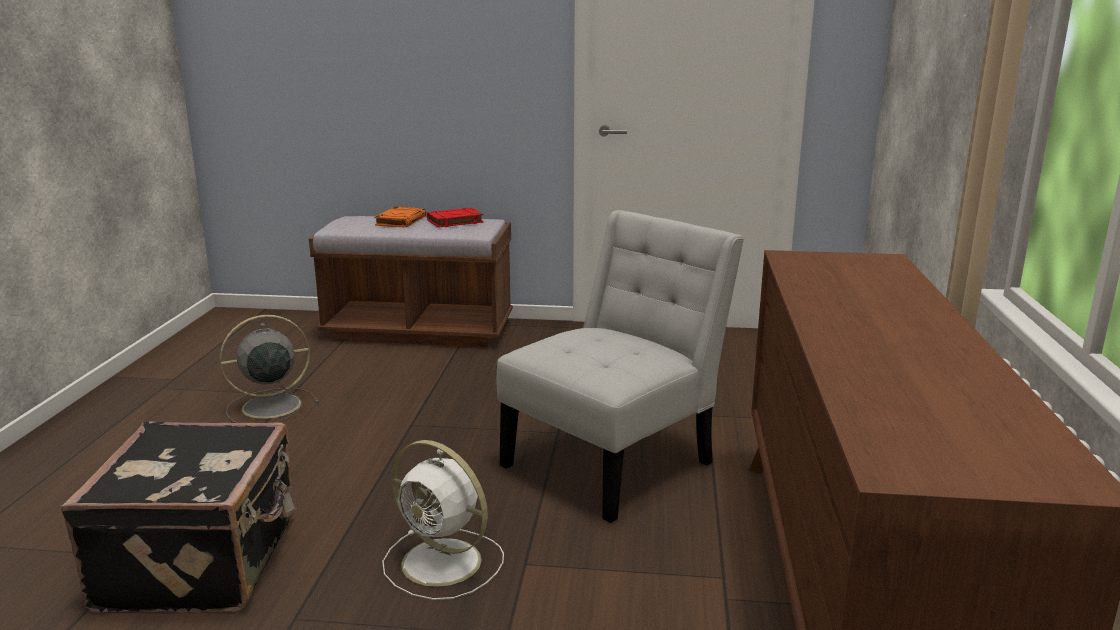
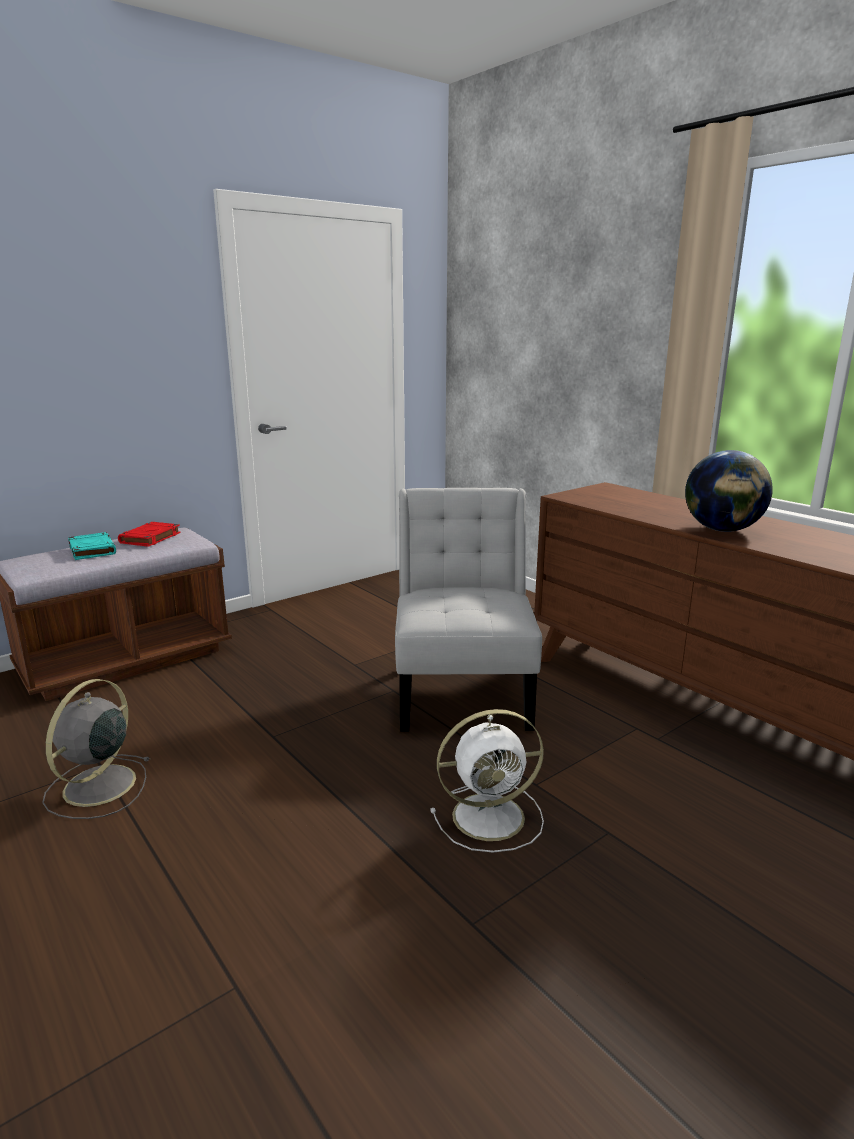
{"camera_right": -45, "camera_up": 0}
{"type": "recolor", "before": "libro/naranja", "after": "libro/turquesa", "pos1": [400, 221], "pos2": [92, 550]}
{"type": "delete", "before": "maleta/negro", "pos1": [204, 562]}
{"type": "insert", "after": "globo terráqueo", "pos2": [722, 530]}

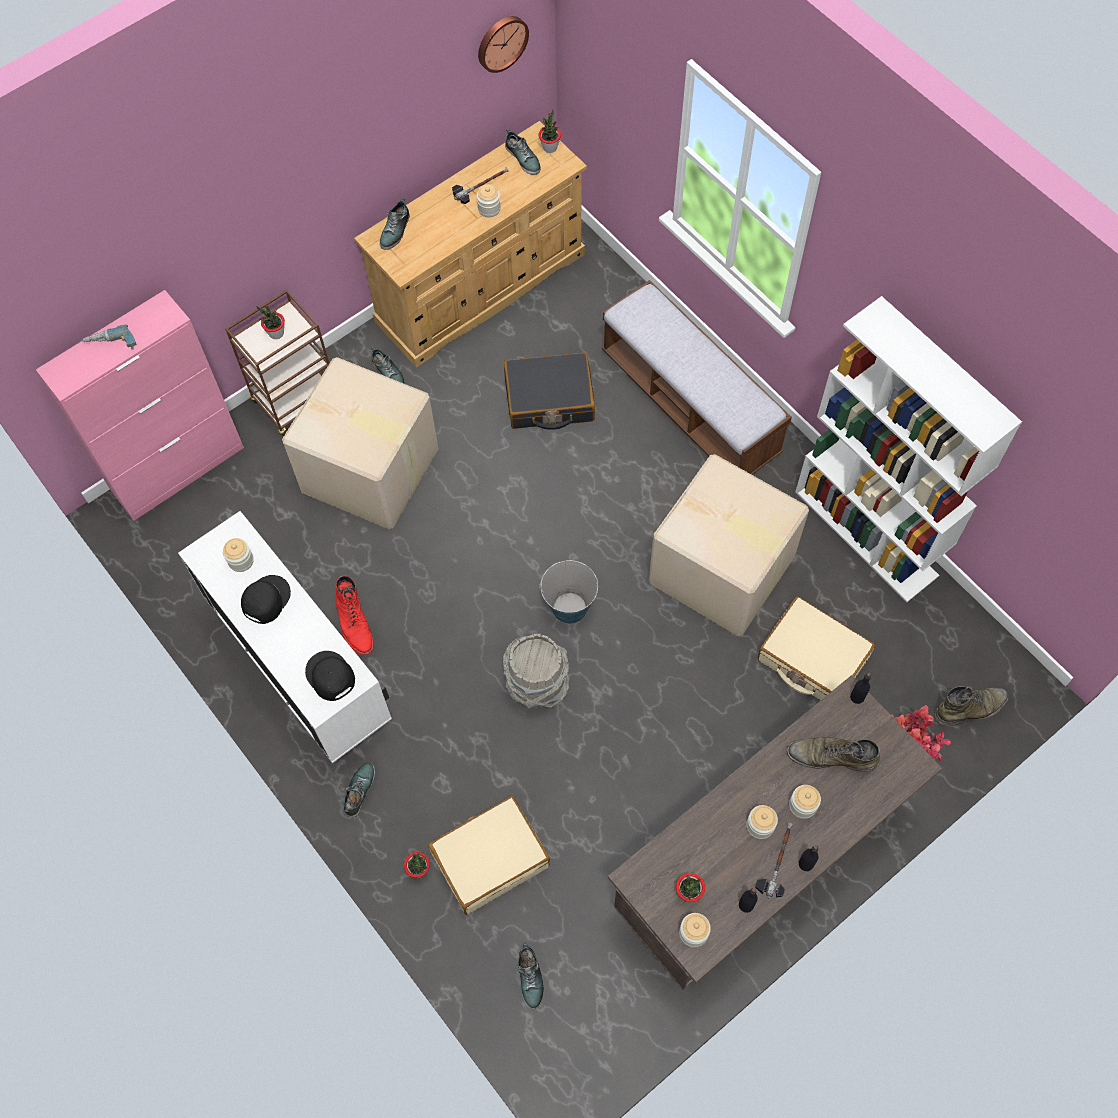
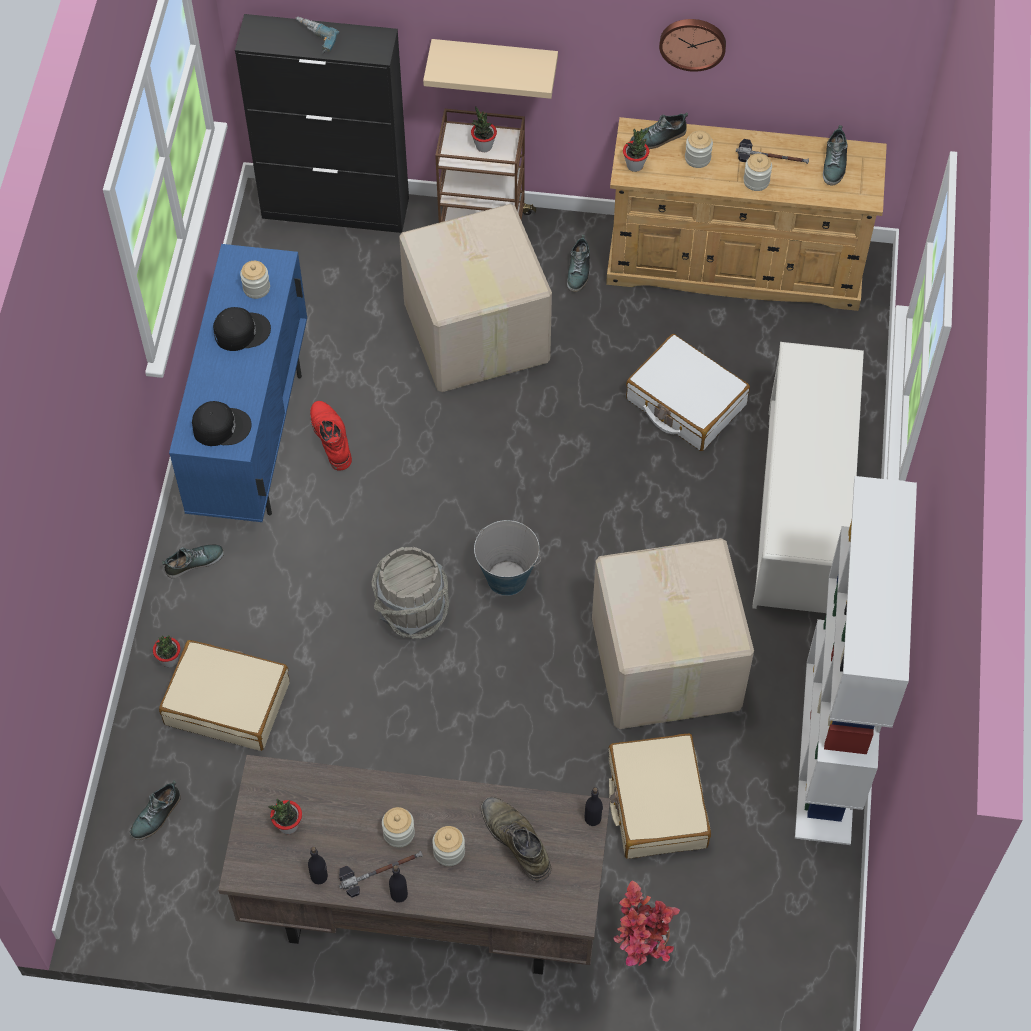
{"camera_right": 45, "camera_up": -5}
{"type": "move", "before": "reloj de pared", "pos1": [501, 42], "pos2": [693, 42]}
{"type": "move", "before": "planta en maceta", "pos1": [550, 147], "pos2": [635, 165]}
{"type": "replace", "before": "banco", "after": "zapatero/blanco", "pos1": [690, 404], "pos2": [801, 510]}
{"type": "recolor", "before": "armario/rosa", "after": "armario/negro", "pos1": [179, 469], "pos2": [336, 208]}
{"type": "recolor", "before": "maleta/negro", "after": "maleta/blanco", "pos1": [549, 399], "pos2": [685, 402]}
{"type": "recolor", "before": "armario/blanco", "after": "armario/azul", "pos1": [303, 673], "pos2": [253, 440]}
{"type": "rotate", "before": "bota/rojo", "pos1": [354, 623], "pos2": [331, 437], "turn": 135}
{"type": "rotate", "before": "gorra/negro", "pos1": [329, 676], "pos2": [221, 426], "turn": 75}
{"type": "delete", "before": "bota/verde", "pos1": [970, 708]}
{"type": "move", "before": "tarro", "pos1": [693, 933], "pos2": [697, 158]}
{"type": "insert", "after": "estante/beis", "pos2": [494, 61]}

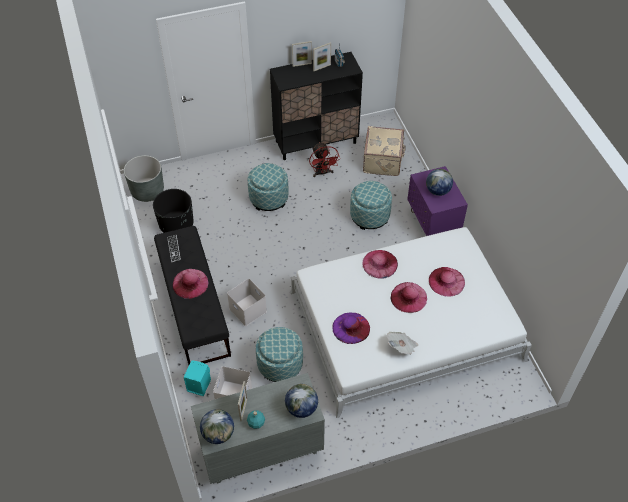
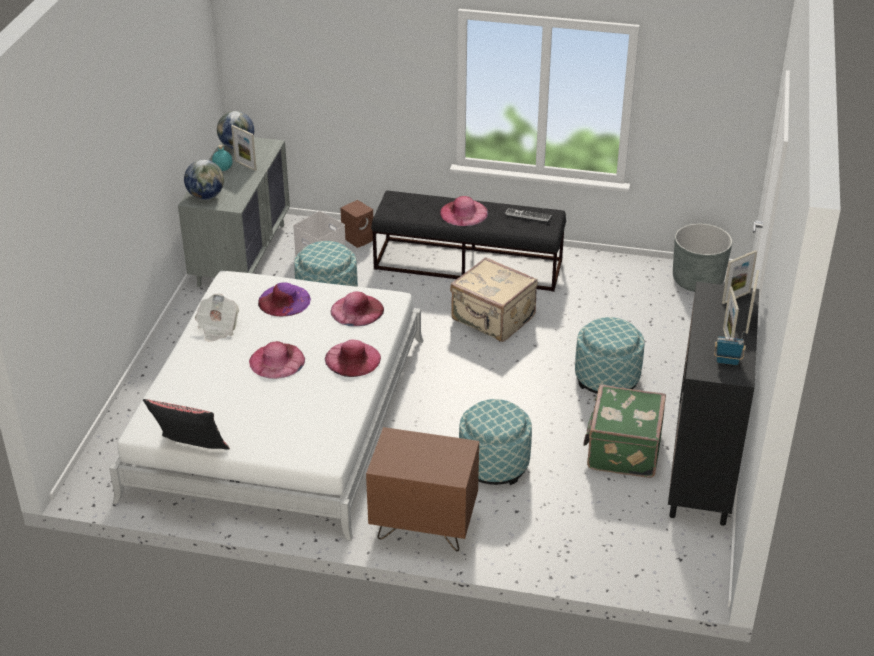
{"camera_right": 120, "camera_up": -15}
{"type": "move", "before": "maleta/beis", "pos1": [383, 161], "pos2": [492, 319]}
{"type": "replace", "before": "ventilador/rojo", "after": "maleta/verde", "pos1": [322, 173], "pos2": [622, 450]}
{"type": "recolor", "before": "mesita de noche/morado", "after": "mesita de noche/marrón", "pos1": [433, 223], "pos2": [423, 527]}
{"type": "delete", "before": "globo terráqueo", "pos1": [437, 191]}
{"type": "delete", "before": "maceta/negro", "pos1": [176, 225]}
{"type": "move", "before": "sombrero/rosa", "pos1": [446, 281], "pos2": [357, 310]}
{"type": "delete", "before": "caja de almacenaje/blanco", "pos1": [247, 310]}
{"type": "recolor", "before": "altavoz/turquesa", "after": "altavoz/marrón", "pos1": [198, 385], "pos2": [359, 238]}
{"type": "insert", "after": "portarretratos", "pos2": [736, 297]}
{"type": "insert", "after": "cojín/negro", "pos2": [190, 450]}

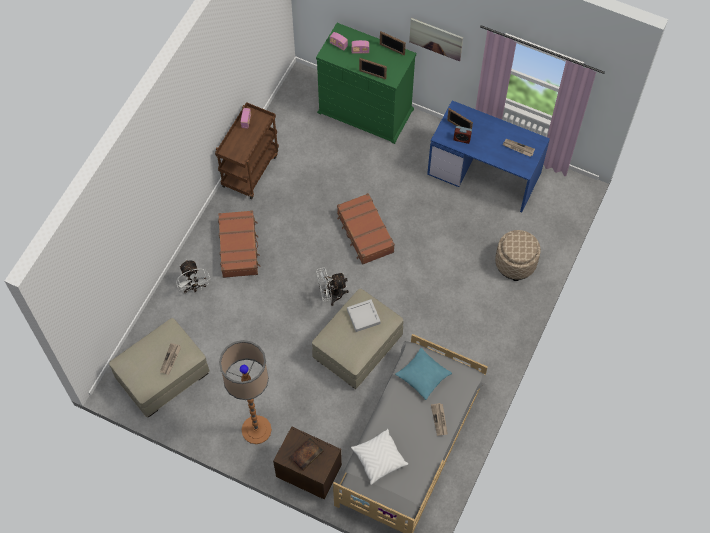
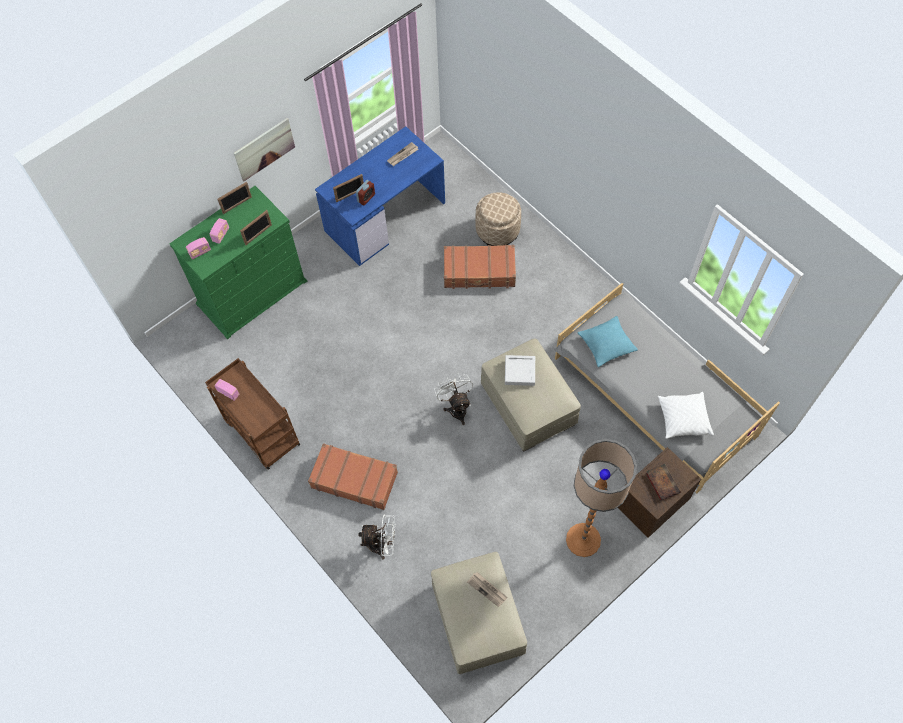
{"camera_right": -65, "camera_up": 0}
{"type": "move", "before": "maleta/marrón", "pos1": [365, 233], "pos2": [479, 272]}
{"type": "rotate", "before": "ventilador/blanco", "pos1": [331, 295], "pos2": [456, 407], "turn": 150}
{"type": "delete", "before": "periódico", "pos1": [439, 420]}

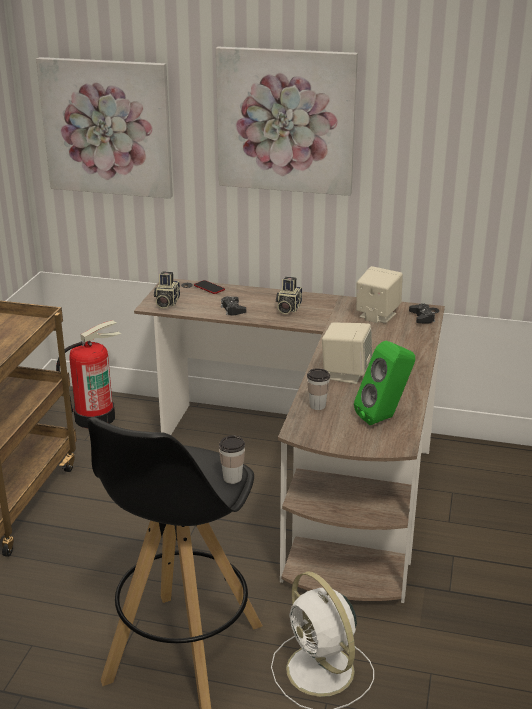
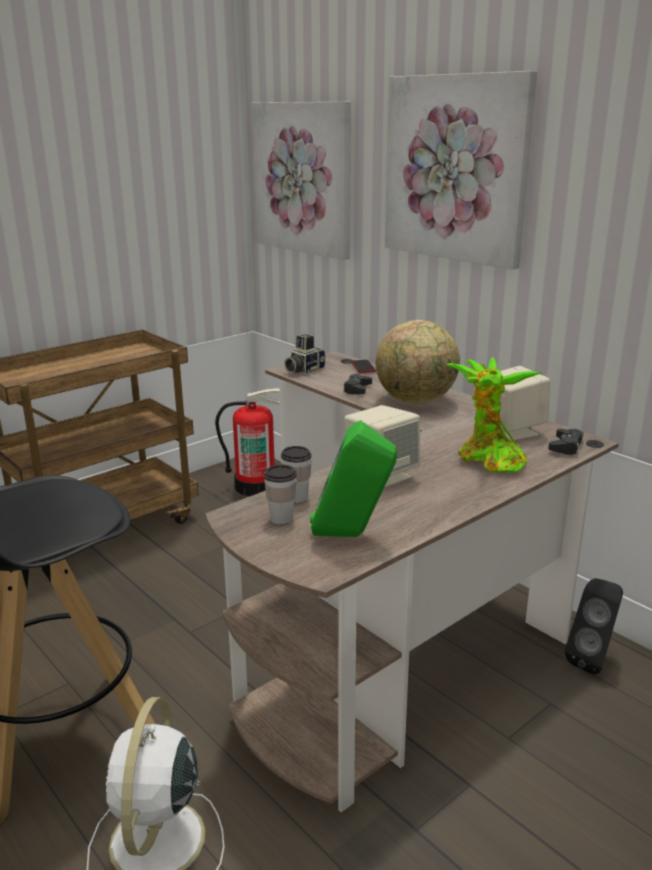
{"camera_right": 35, "camera_up": -5}
{"type": "replace", "before": "cámara", "after": "globo terráqueo", "pos1": [287, 308], "pos2": [416, 401]}
{"type": "move", "before": "taza", "pos1": [232, 478], "pos2": [281, 518]}
{"type": "insert", "after": "planta en maceta", "pos2": [488, 460]}
{"type": "insert", "after": "altavoz/negro", "pos2": [593, 659]}

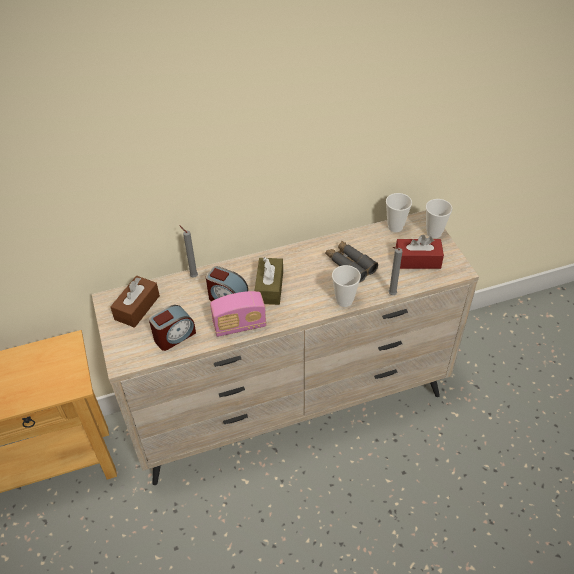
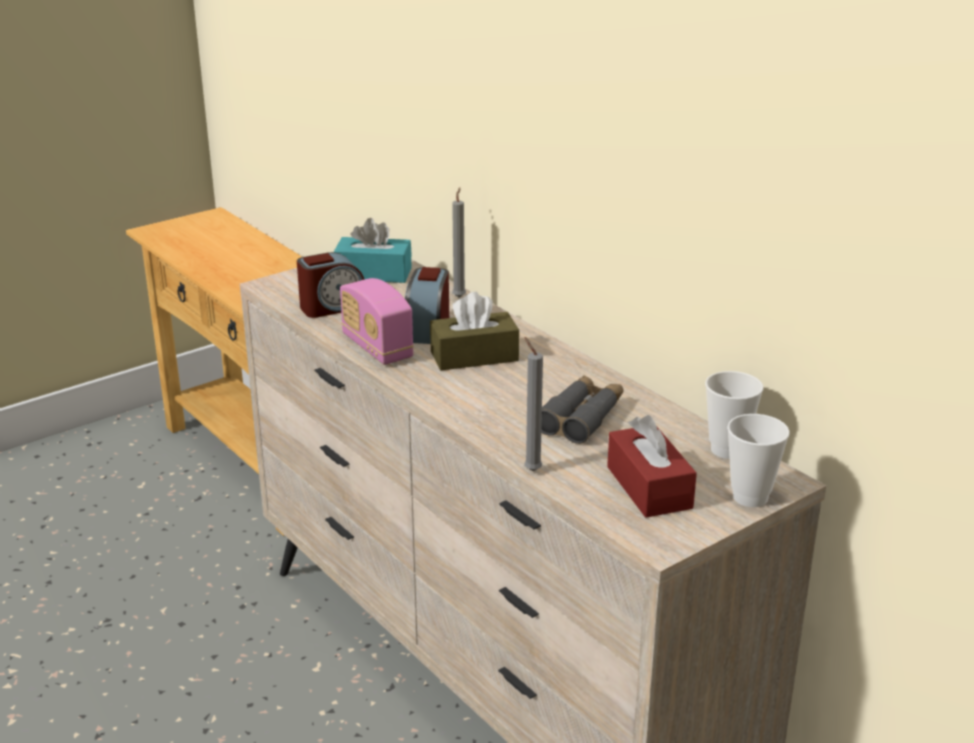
{"camera_right": 70, "camera_up": -20}
{"type": "delete", "before": "taza", "pos1": [344, 300]}
{"type": "recolor", "before": "caja de pañuelos/marrón", "after": "caja de pañuelos/turquesa", "pos1": [137, 307], "pos2": [373, 274]}
{"type": "rotate", "before": "despertador", "pos1": [174, 336], "pos2": [332, 307], "turn": -60}

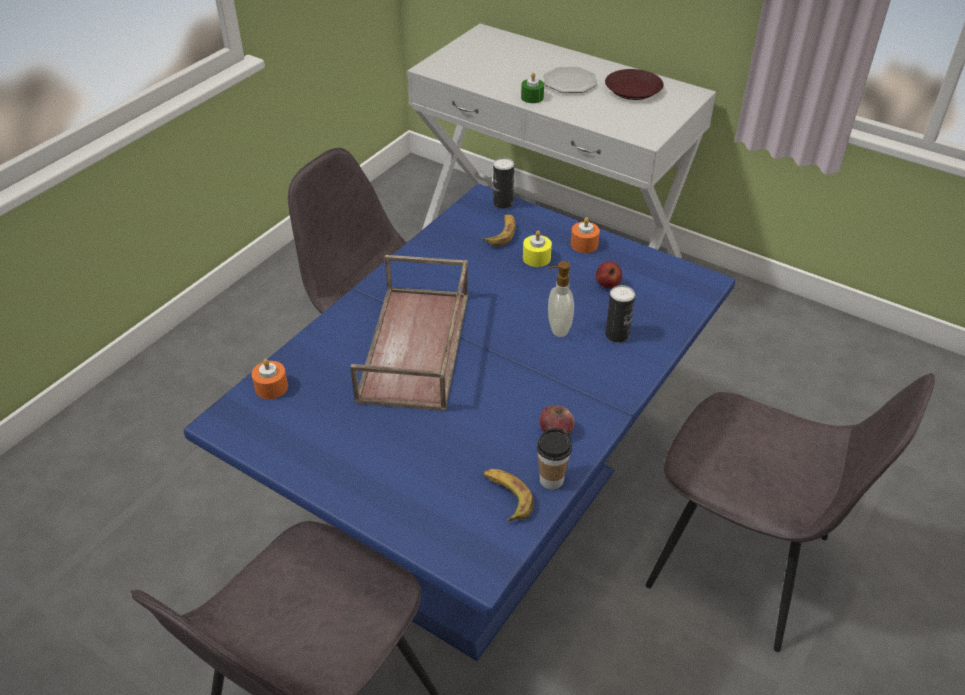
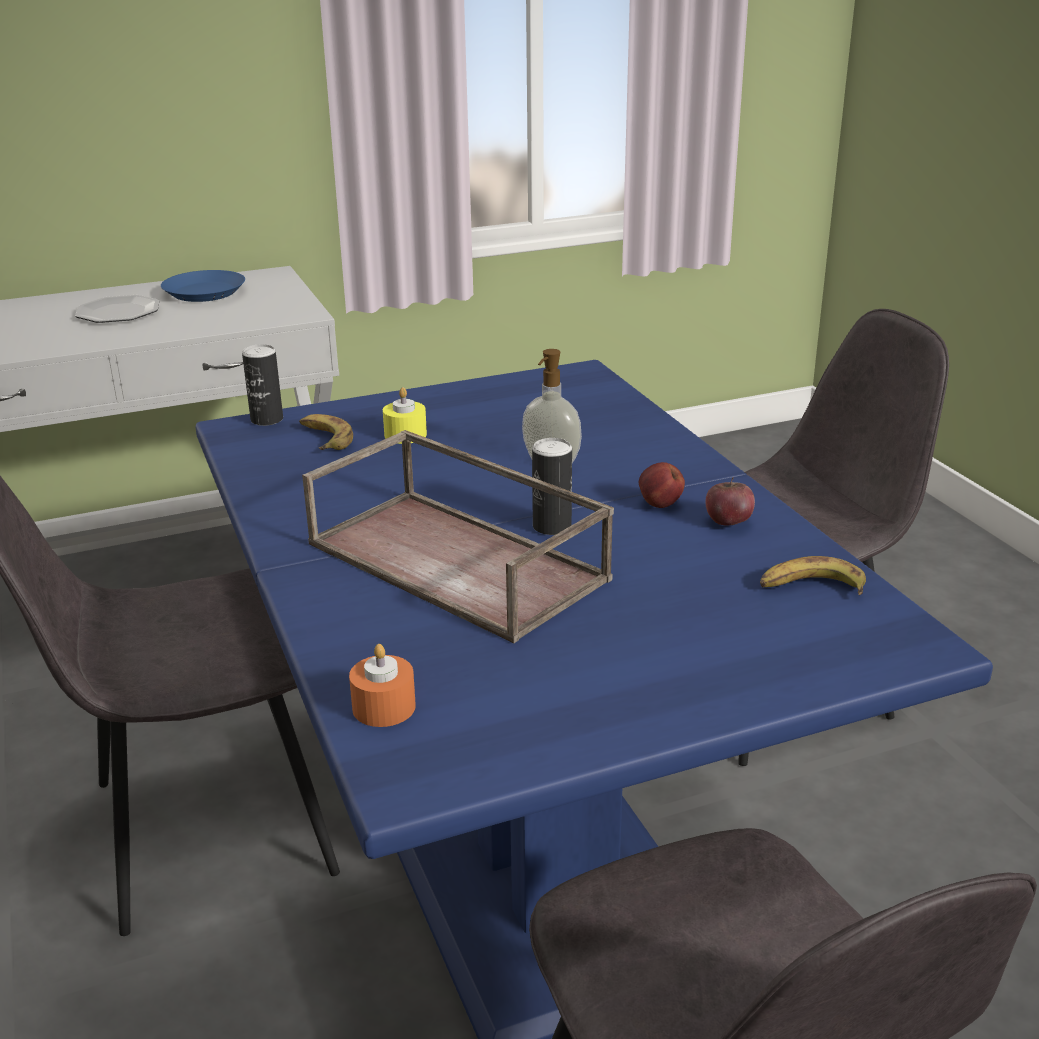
{"camera_right": -55, "camera_up": -15}
{"type": "recolor", "before": "plato/marrón", "after": "plato/azul", "pos1": [633, 89], "pos2": [204, 292]}
{"type": "delete", "before": "vela/verde", "pos1": [532, 97]}
{"type": "delete", "before": "vela/naranja", "pos1": [584, 244]}
{"type": "move", "before": "manzana", "pos1": [607, 285], "pos2": [659, 505]}
{"type": "move", "before": "lata", "pos1": [617, 335], "pos2": [552, 526]}
{"type": "delete", "before": "taza", "pos1": [551, 480]}

